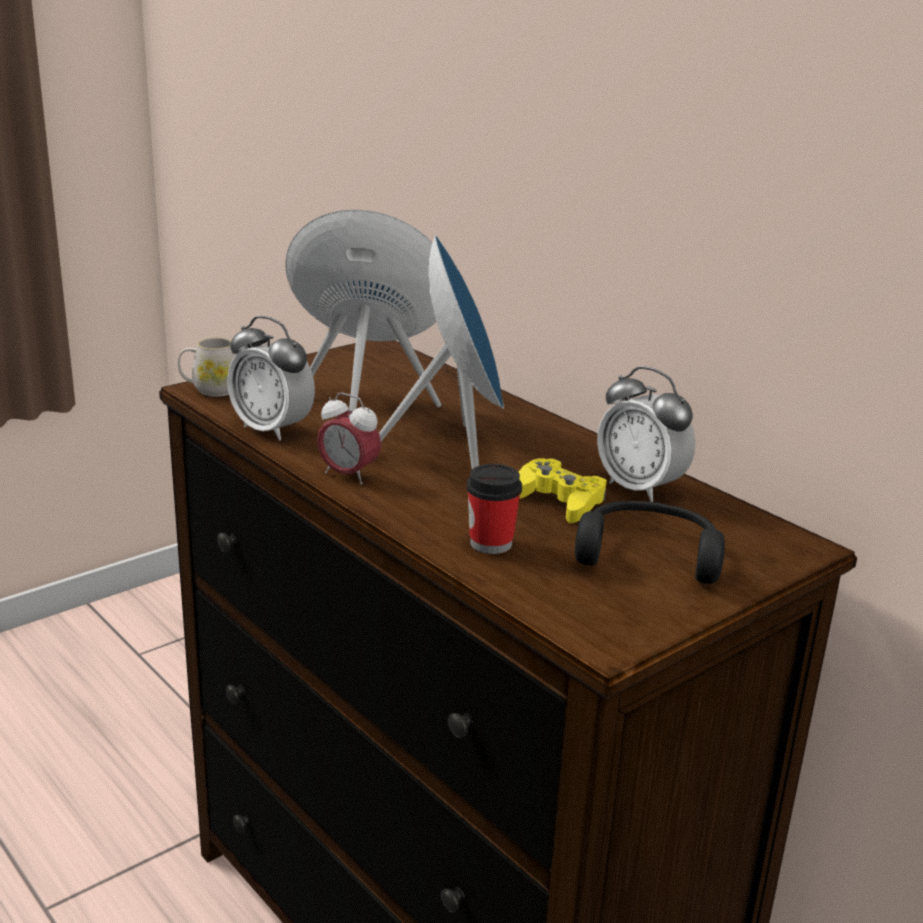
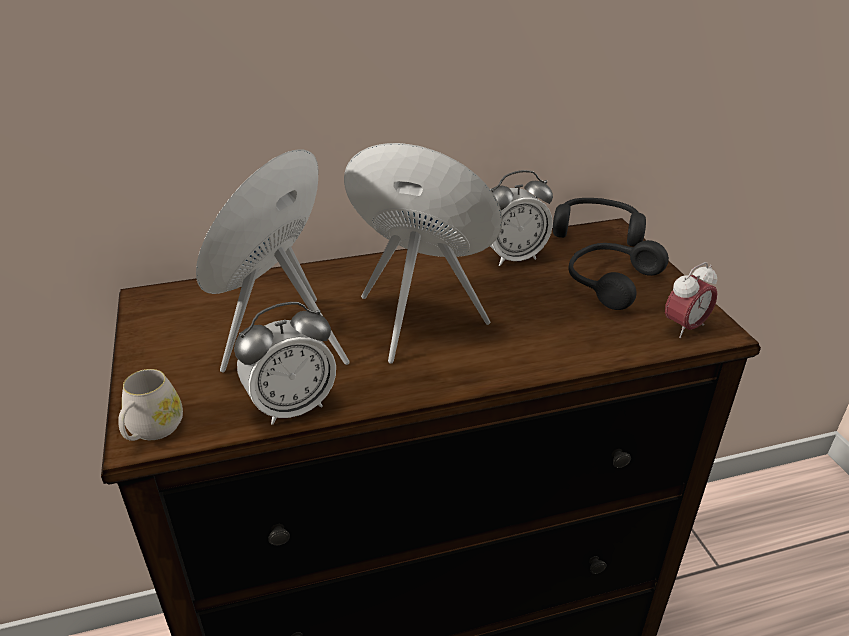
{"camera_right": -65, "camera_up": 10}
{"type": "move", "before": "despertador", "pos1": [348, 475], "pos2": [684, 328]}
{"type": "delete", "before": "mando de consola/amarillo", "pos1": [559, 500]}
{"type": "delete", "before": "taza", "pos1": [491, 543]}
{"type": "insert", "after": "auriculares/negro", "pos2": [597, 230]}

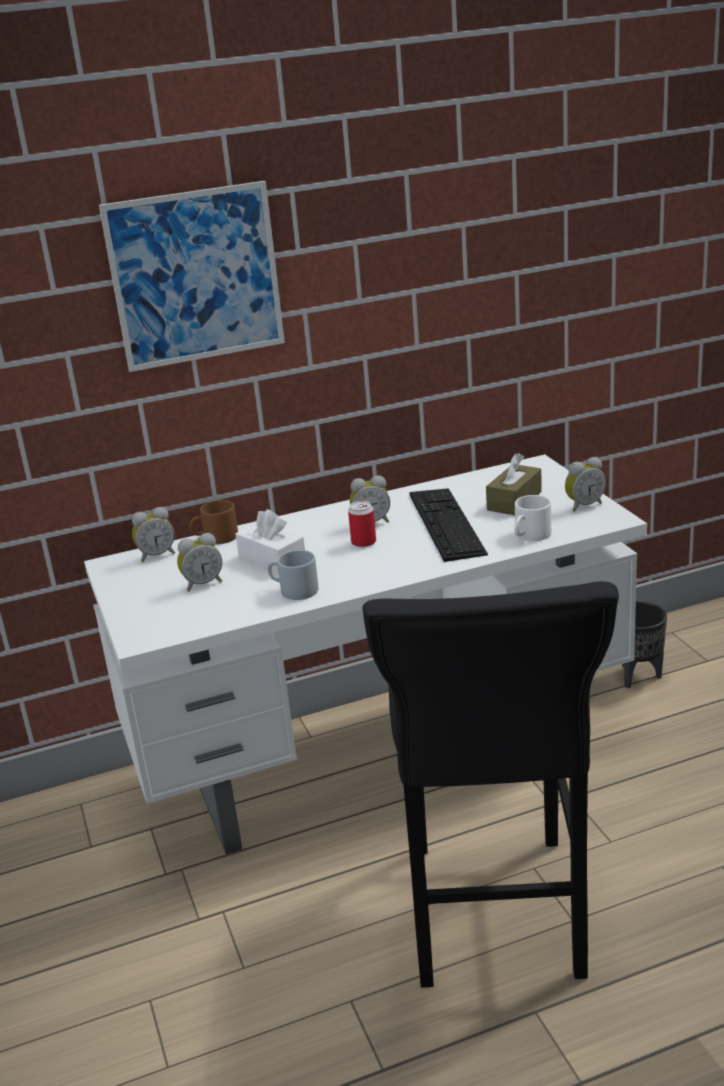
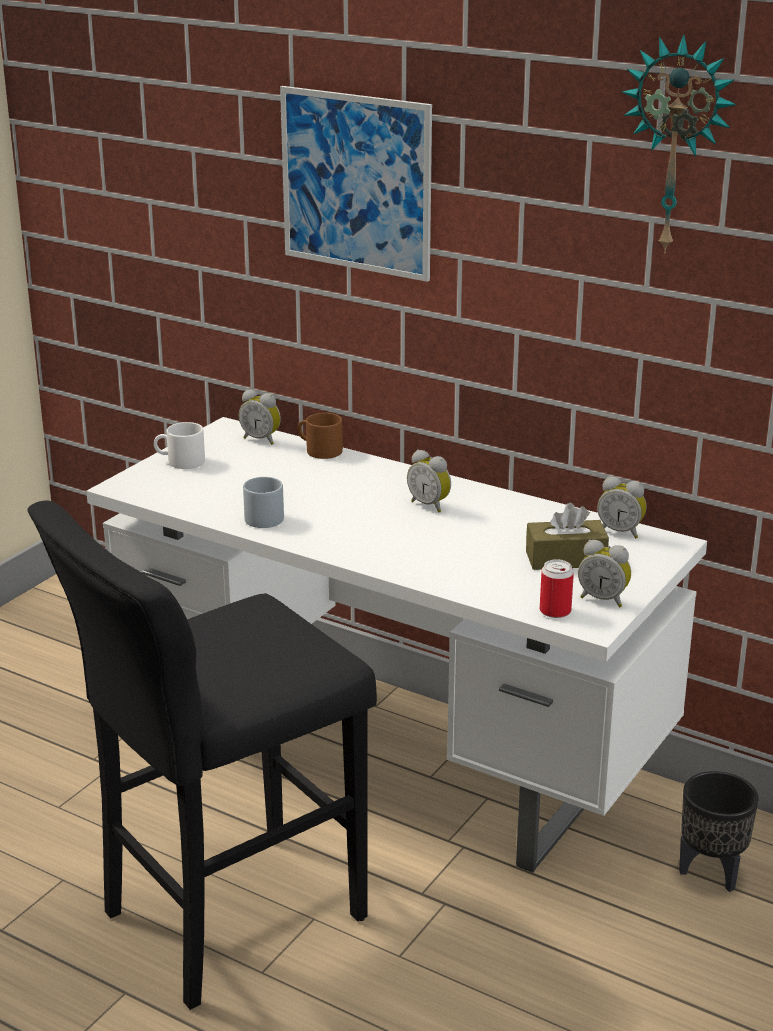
{"camera_right": 50, "camera_up": 0}
{"type": "delete", "before": "teclado", "pos1": [446, 523]}
{"type": "move", "before": "taza grande/blanco", "pos1": [530, 536], "pos2": [180, 461]}
{"type": "move", "before": "lata", "pos1": [363, 542], "pos2": [555, 611]}
{"type": "delete", "before": "caja de pañuelos/blanco", "pos1": [272, 560]}
{"type": "move", "before": "despertador", "pos1": [202, 584], "pos2": [620, 531]}
{"type": "insert", "after": "reloj de pared", "pos2": [677, 145]}

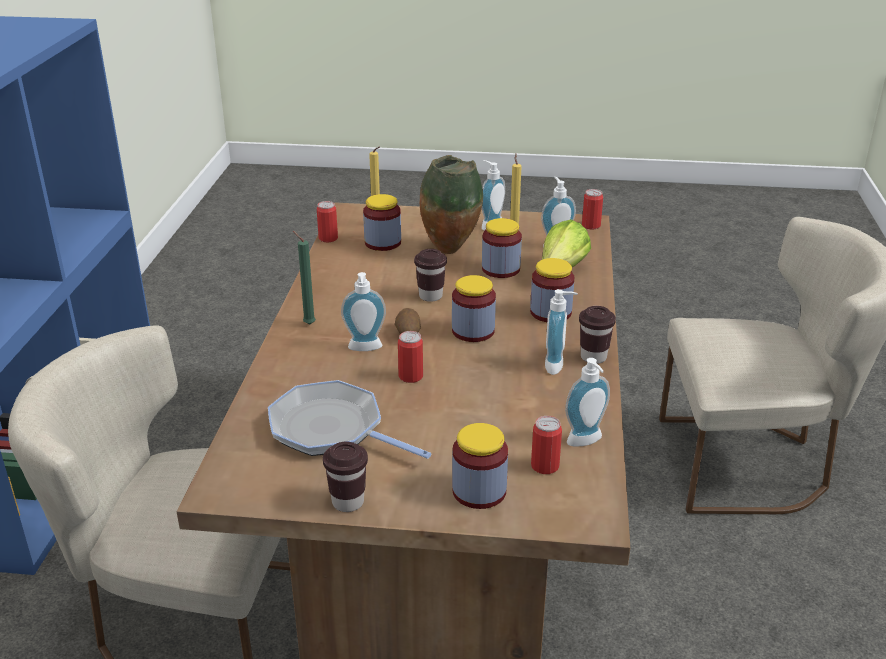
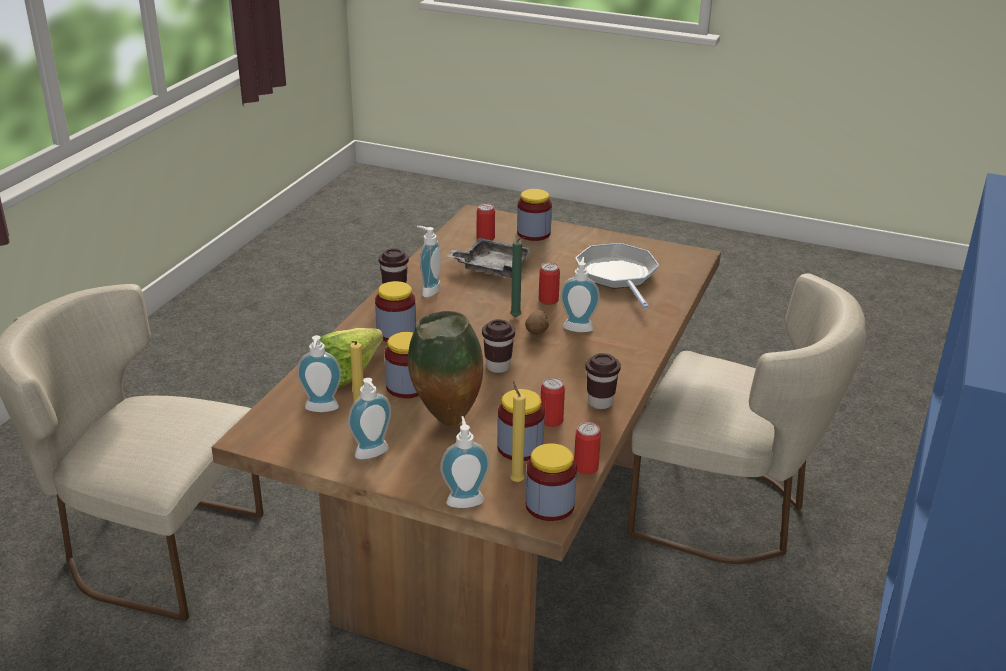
{"camera_right": -165, "camera_up": 0}
{"type": "move", "before": "lata", "pos1": [591, 225], "pos2": [551, 420]}
{"type": "move", "before": "vela/verde", "pos1": [307, 323], "pos2": [517, 317]}
{"type": "move", "before": "tarro", "pos1": [473, 331], "pos2": [549, 505]}
{"type": "move", "before": "dispensador de jabón", "pos1": [586, 442], "pos2": [464, 499]}
{"type": "rotate", "before": "sartén", "pos1": [332, 429], "pos2": [618, 275], "turn": -150}
{"type": "move", "before": "taza/marrón", "pos1": [348, 502], "pos2": [600, 402]}
{"type": "insert", "after": "bandeja/gris", "pos2": [492, 267]}

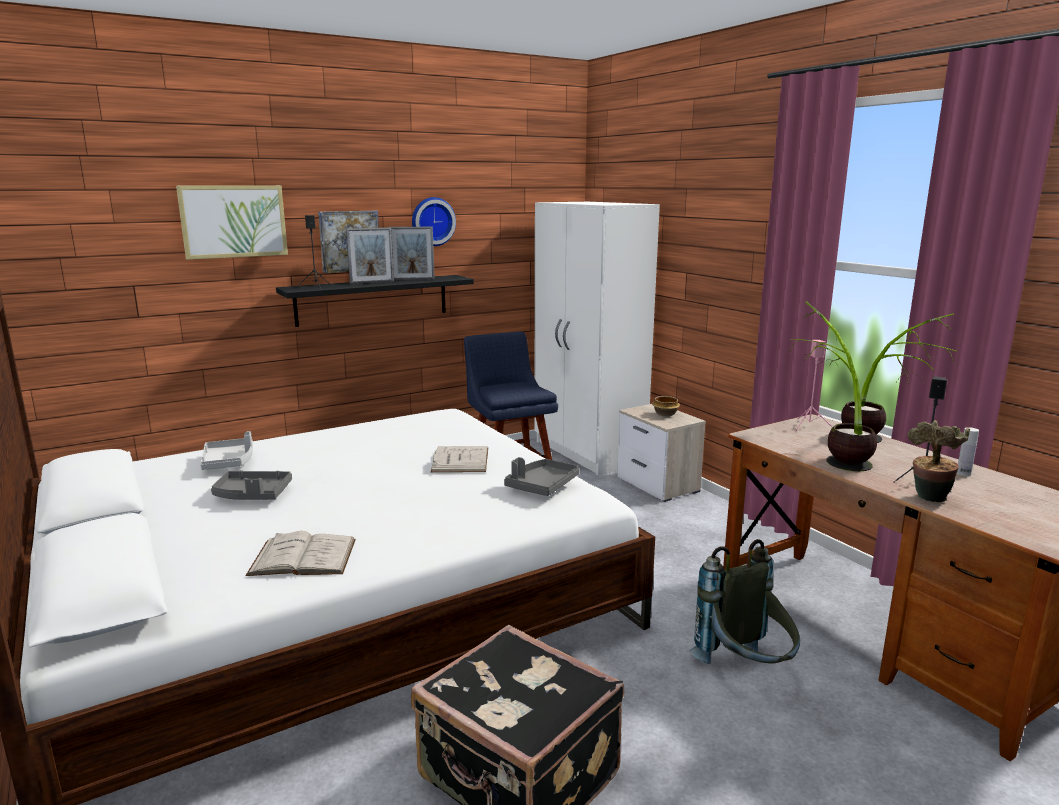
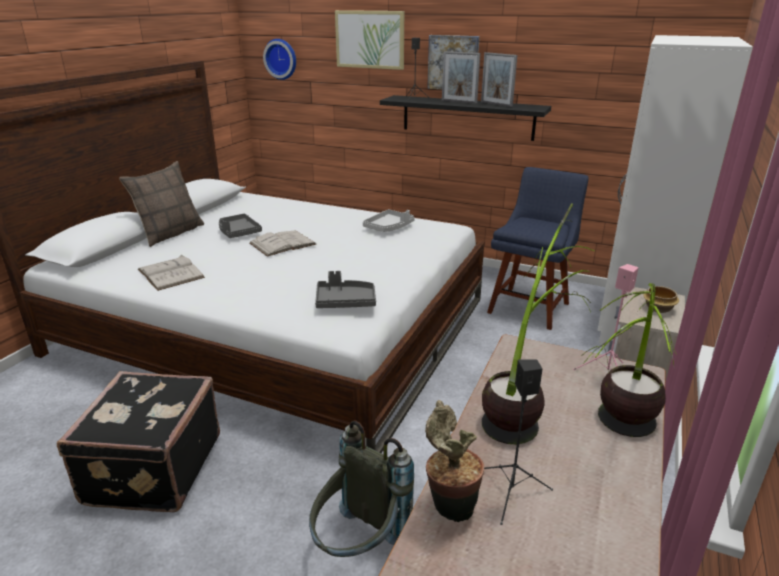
{"camera_right": 55, "camera_up": 10}
{"type": "move", "before": "reloj de pared", "pos1": [432, 221], "pos2": [281, 59]}
{"type": "delete", "before": "botella/blanco", "pos1": [963, 473]}
{"type": "move", "before": "bandeja/gris", "pos1": [229, 462], "pos2": [389, 227]}
{"type": "move", "before": "libro/blanco", "pos1": [460, 460], "pos2": [282, 243]}
{"type": "insert", "after": "cojín", "pos2": [170, 233]}

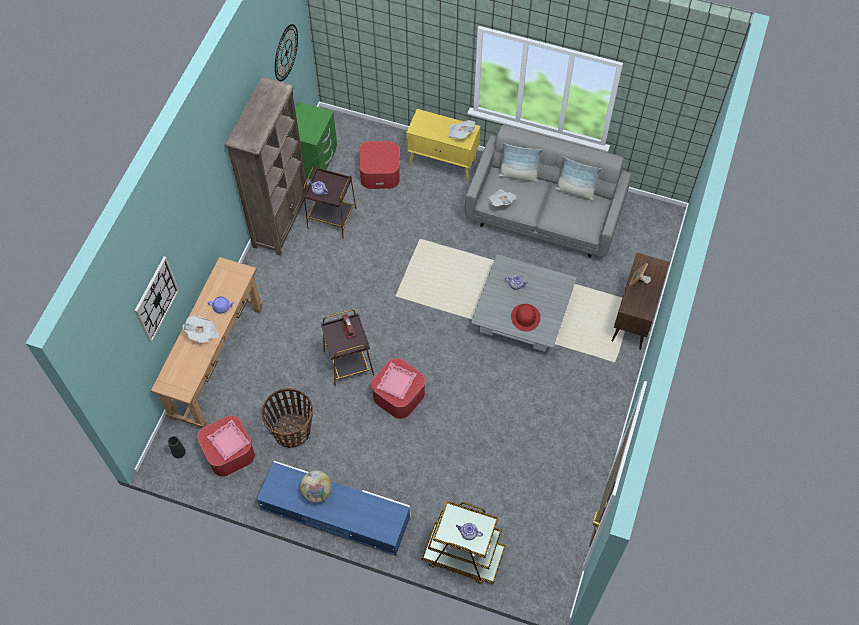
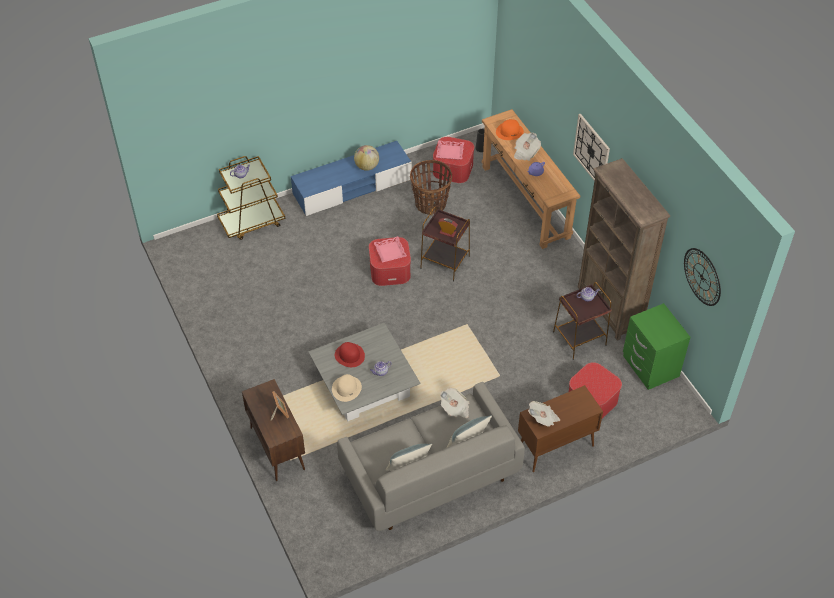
{"camera_right": 135, "camera_up": -10}
{"type": "recolor", "before": "armario/amarillo", "after": "armario/marrón", "pos1": [443, 164], "pos2": [555, 448]}
{"type": "move", "before": "reloj de pared", "pos1": [156, 299], "pos2": [592, 151]}
{"type": "insert", "after": "sombrero/naranja", "pos2": [509, 131]}
{"type": "insert", "after": "sombrero/beis", "pos2": [346, 388]}

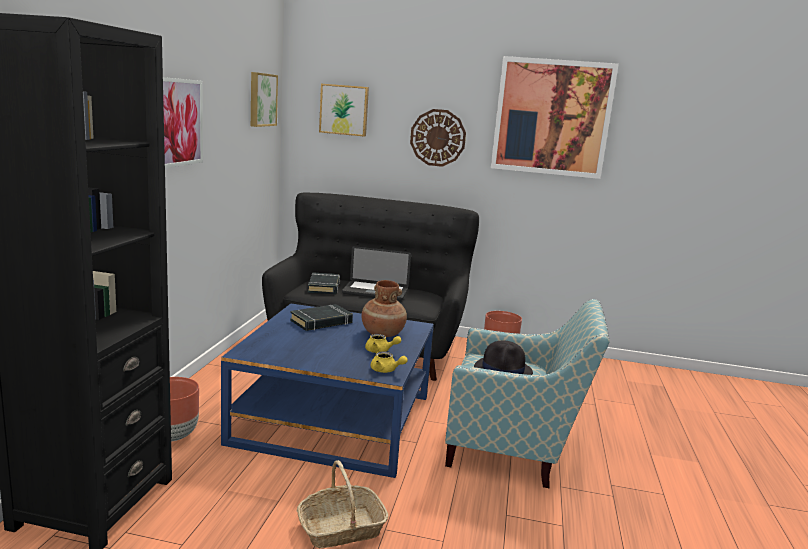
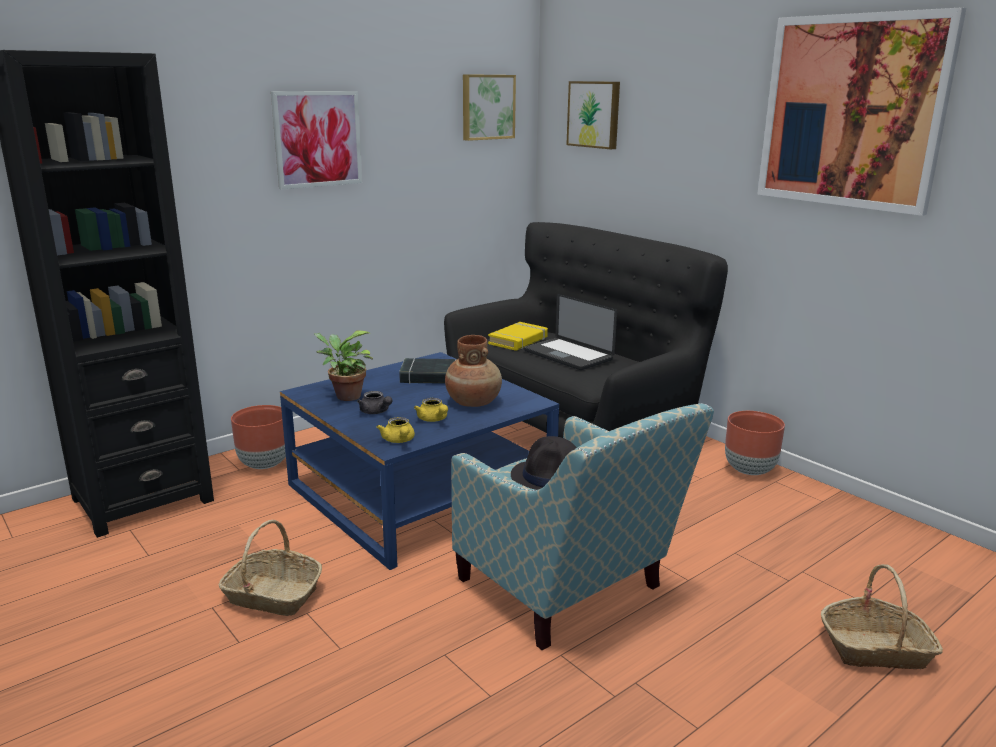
{"camera_right": 40, "camera_up": 5}
{"type": "delete", "before": "reloj de pared", "pos1": [438, 137]}
{"type": "recolor", "before": "libro/negro", "after": "libro/amarillo", "pos1": [324, 287], "pos2": [518, 341]}
{"type": "insert", "after": "planta en maceta", "pos2": [345, 396]}
{"type": "insert", "after": "tetera/gris", "pos2": [376, 412]}
{"type": "insert", "after": "cesta", "pos2": [876, 649]}

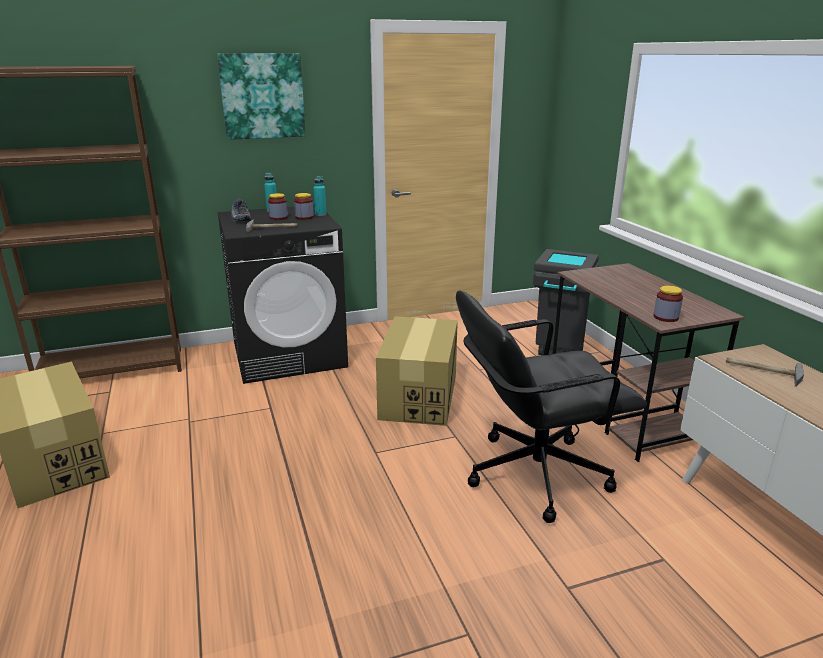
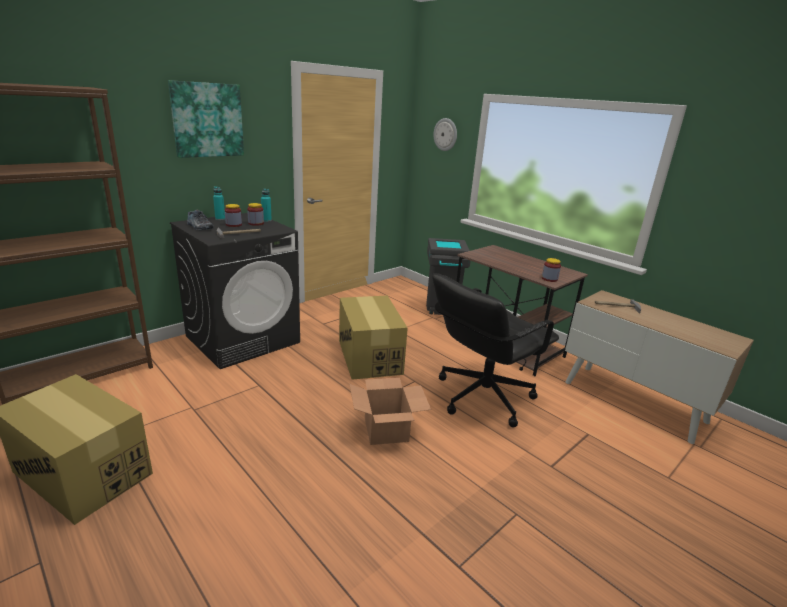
{"camera_right": -25, "camera_up": 0}
{"type": "insert", "after": "reloj de pared", "pos2": [445, 134]}
{"type": "insert", "after": "caja de cartón", "pos2": [385, 429]}

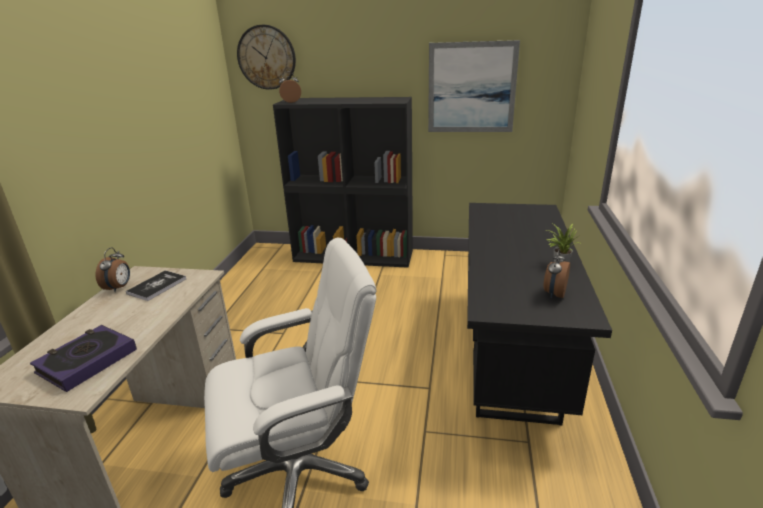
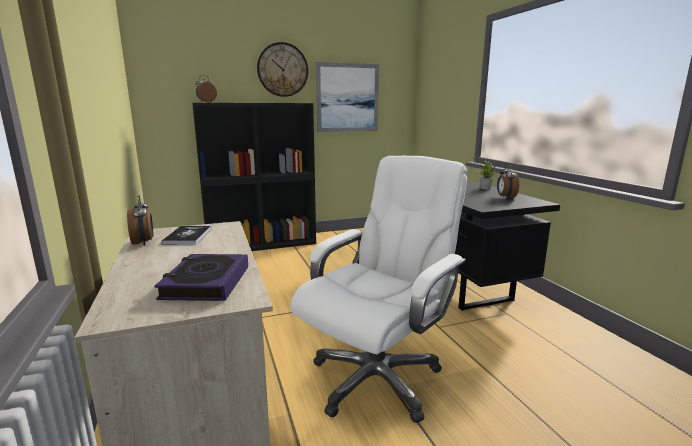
{"camera_right": -30, "camera_up": -10}
{"type": "move", "before": "reloj de pared", "pos1": [266, 57], "pos2": [282, 70]}

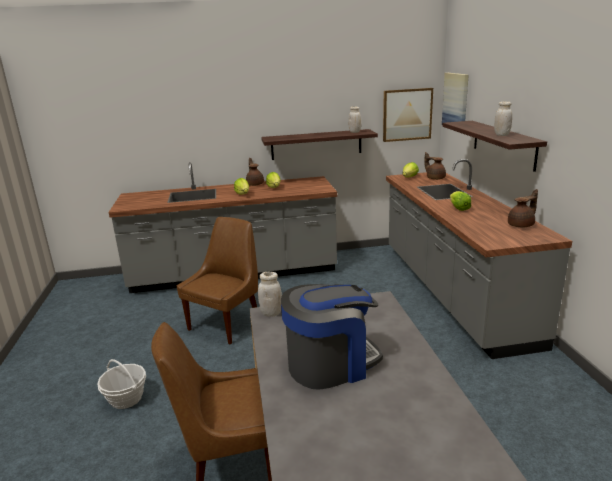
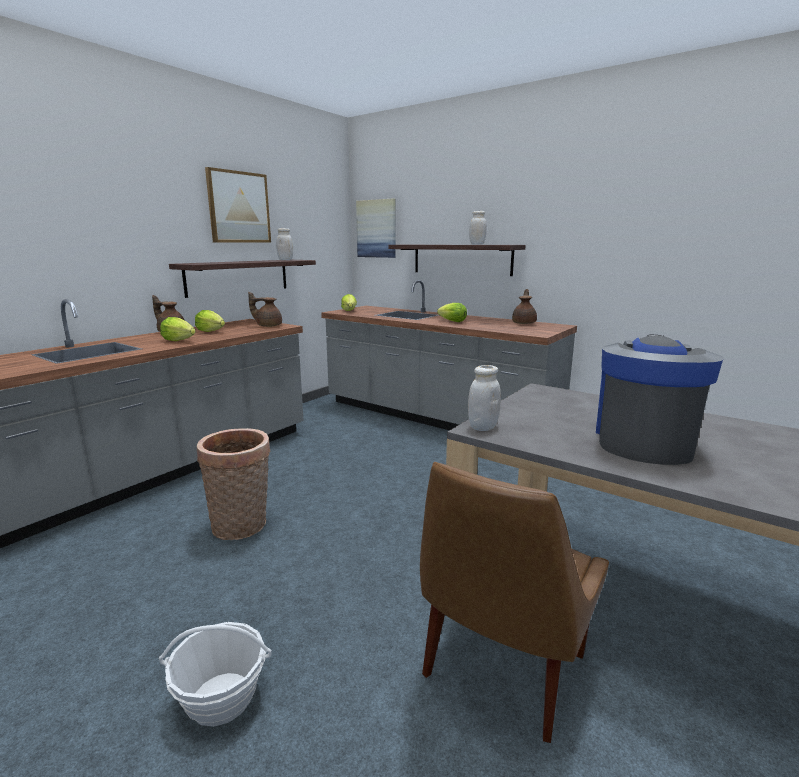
{"camera_right": -45, "camera_up": -5}
{"type": "move", "before": "cuadro", "pos1": [407, 114], "pos2": [238, 207]}
{"type": "move", "before": "tetera/marrón", "pos1": [435, 178], "pos2": [268, 326]}
{"type": "replace", "before": "silla/marrón", "after": "cesta", "pos1": [226, 324], "pos2": [242, 526]}

